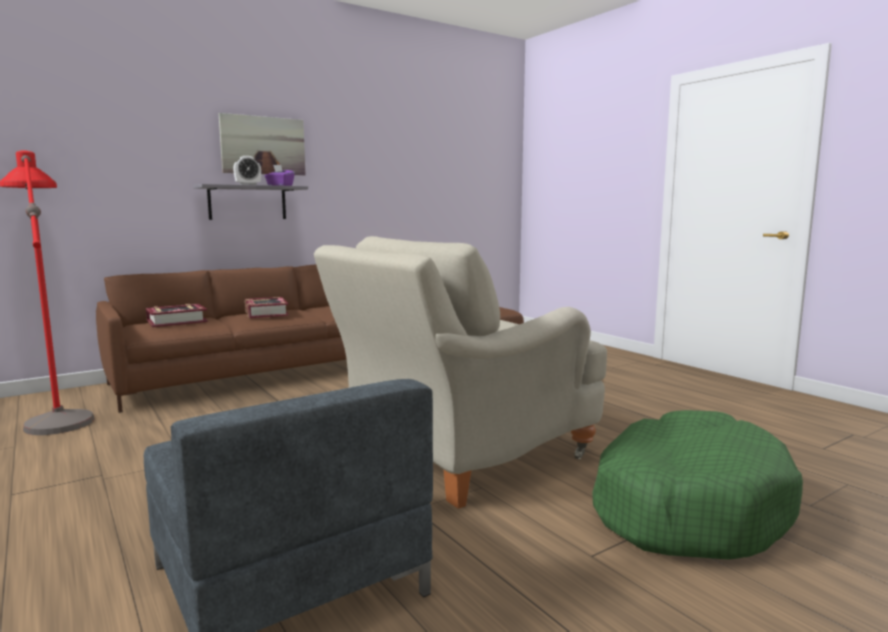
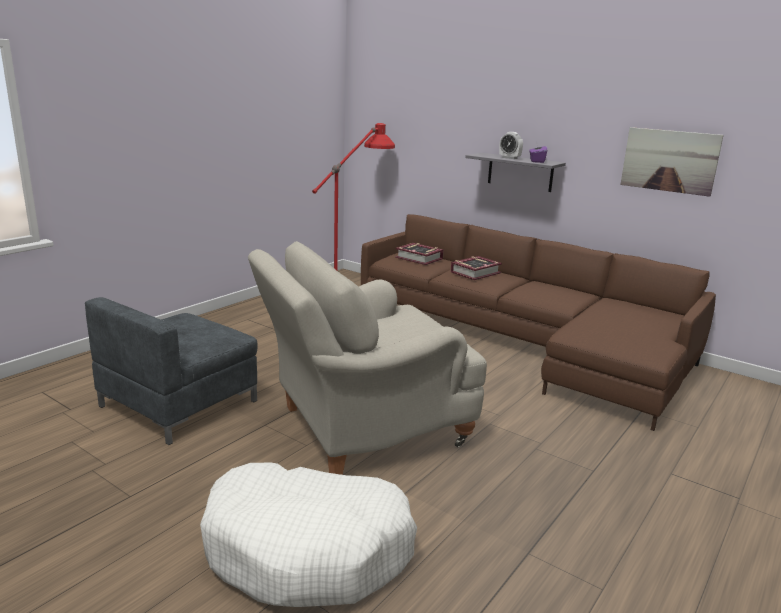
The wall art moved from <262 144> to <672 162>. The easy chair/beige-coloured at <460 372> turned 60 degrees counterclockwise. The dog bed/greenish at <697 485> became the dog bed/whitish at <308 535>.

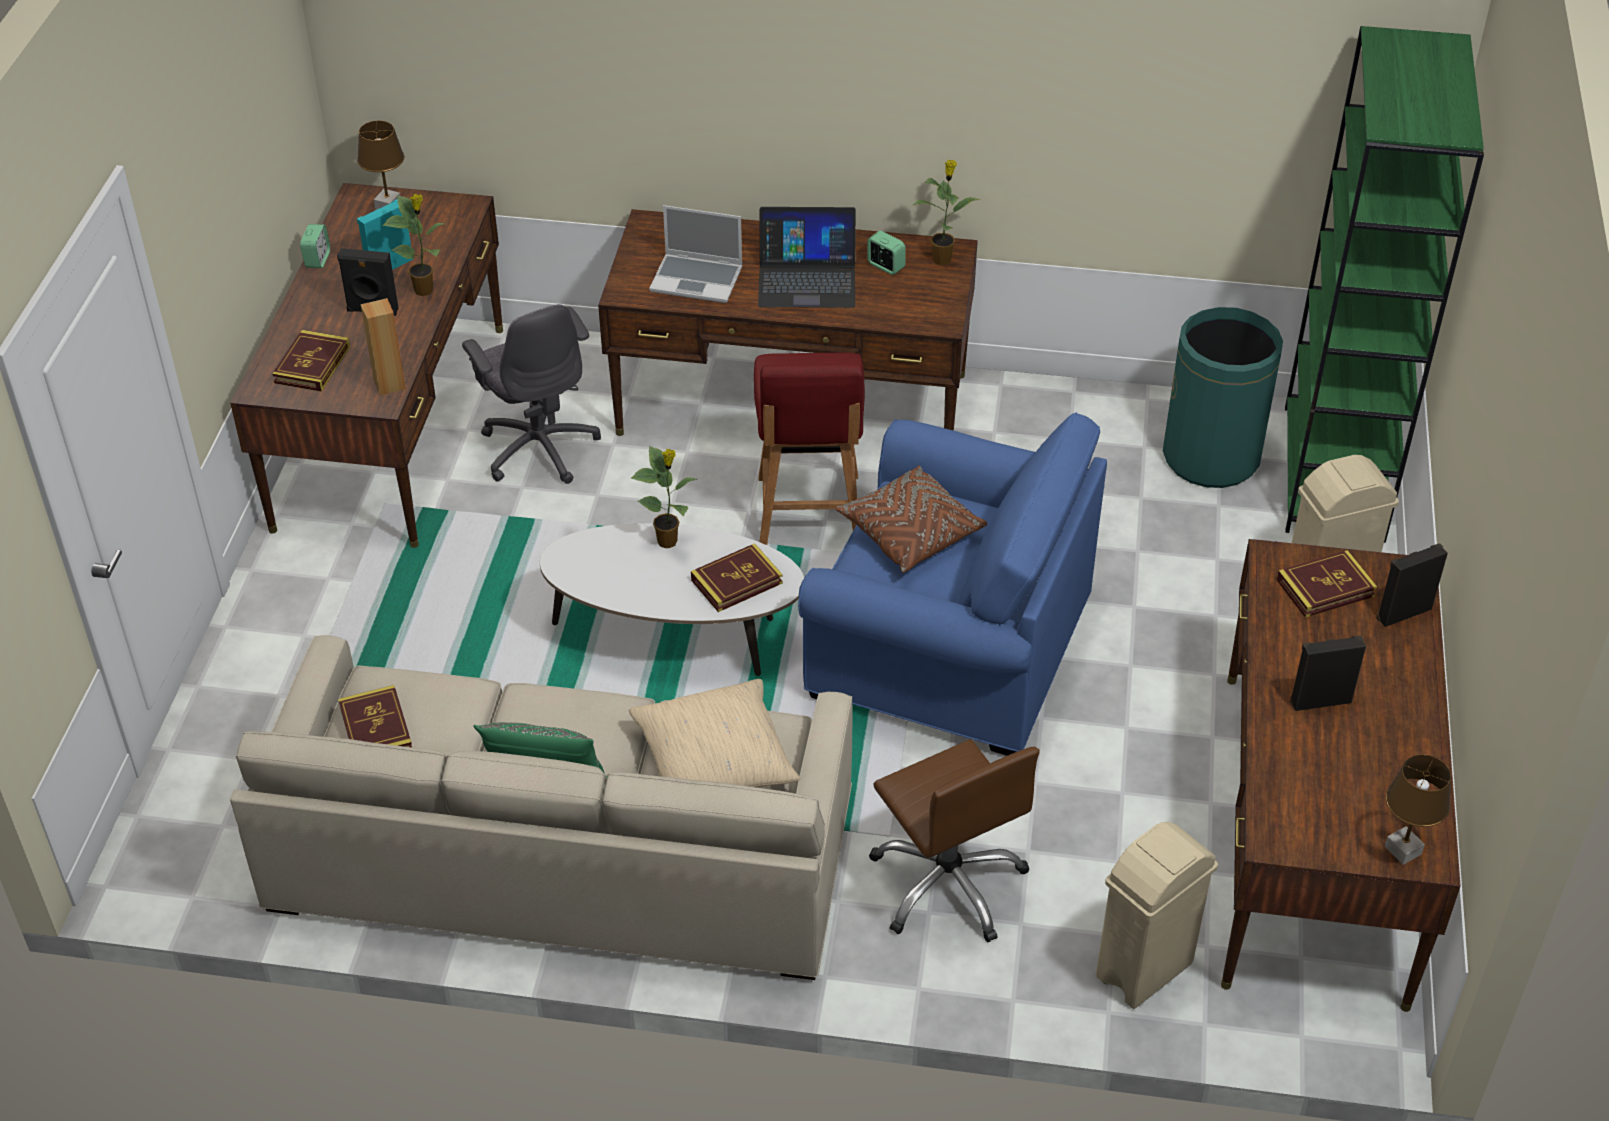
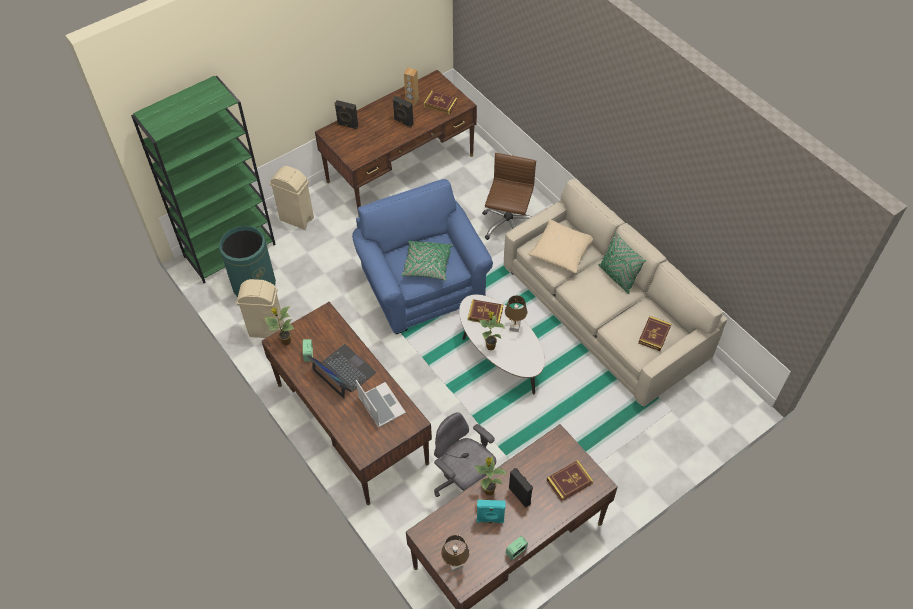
The loudspeaker/brown-coloured moved from <383 346> to <411 86>. The computer chair/greyish at <531 394> turned 60 degrees counterclockwise. The plain chair/red at <809 448> disappeared. The throw pillow/brown-coloured at <911 519> became the throw pillow/greenish at <427 261>. The book moved from <1327 584> to <441 102>. The lamp for a table/brown-coloured moved from <1418 809> to <516 313>. The waste bin/beige-coloured moved from <1157 915> to <260 308>.

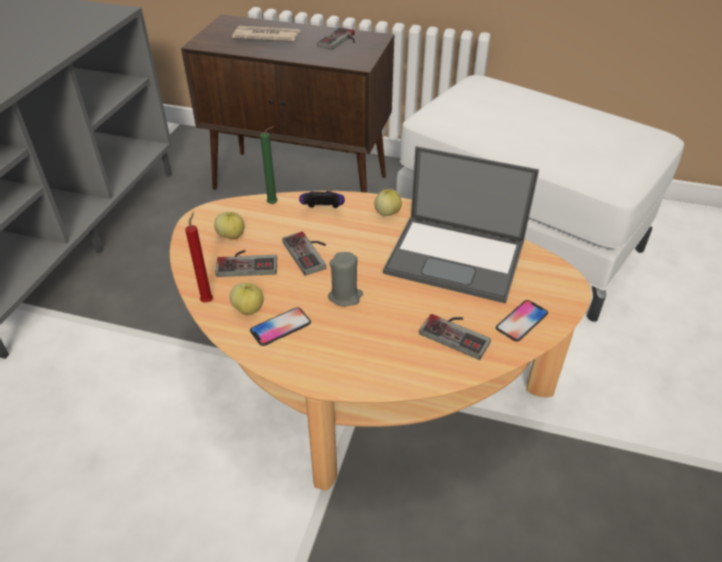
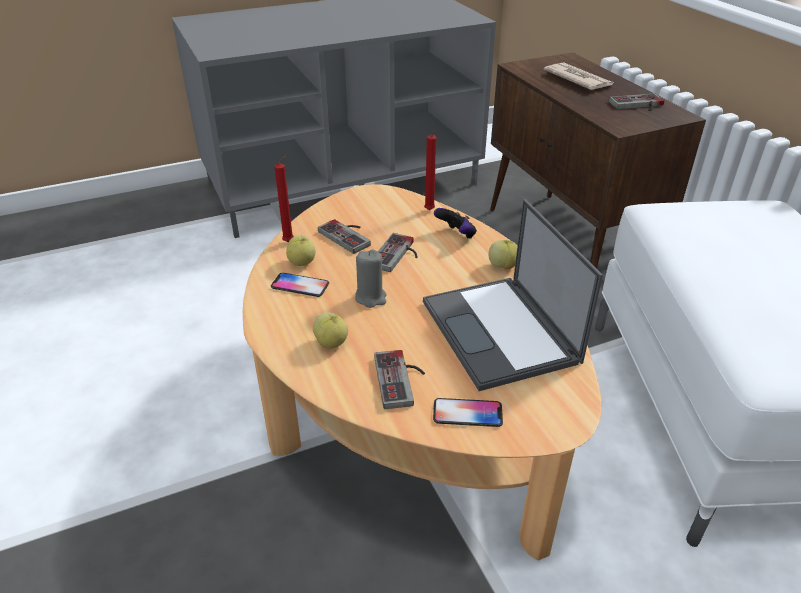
The wax light/greenish at <269 165> became the wax light/red at <431 170>. The whole apple moved from <229 226> to <330 330>.

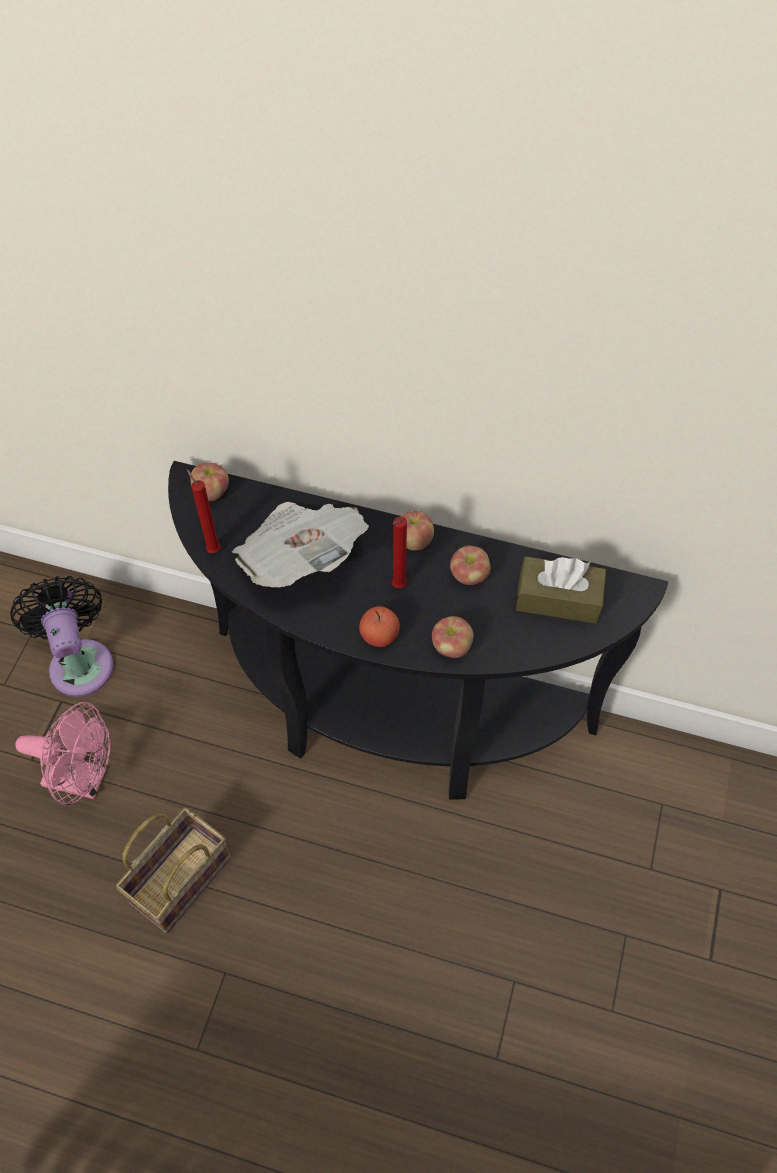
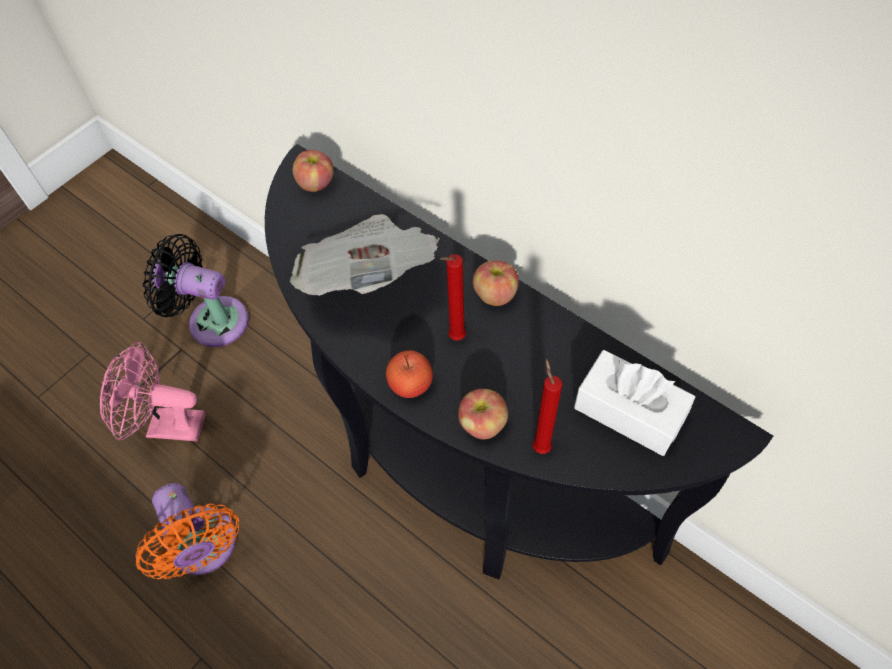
The wax light/red moved from <204 511> to <547 406>. The whole apple at <470 565> disappeared. The box of tissues/brown-coloured at <561 590> became the box of tissues/whitish at <634 403>. The electric fan/blackish at <62 636> turned 75 degrees counterclockwise. The electric fan/pinkish at <63 753> turned 150 degrees clockwise. The household basket at <173 870> was replaced by the electric fan/orange at <187 531>.

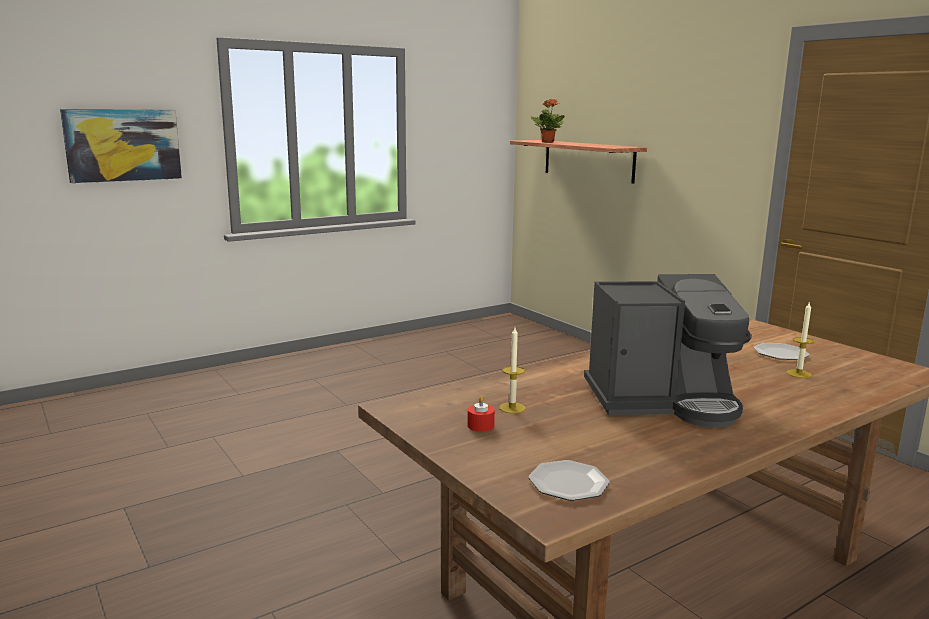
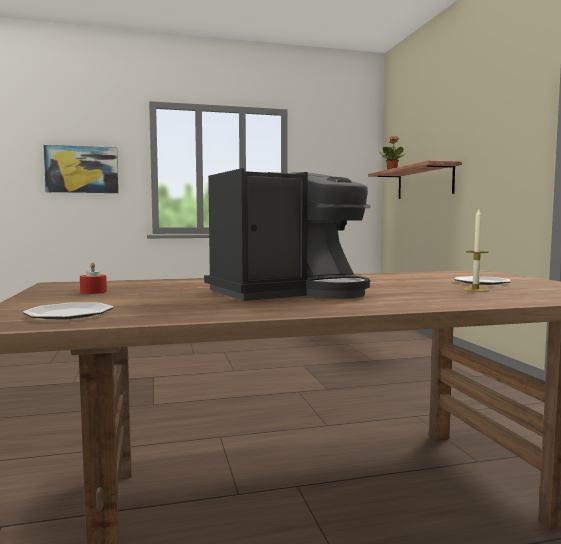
The coffee machine at <668 351> turned 45 degrees counterclockwise. The wax light at <512 370> disappeared.

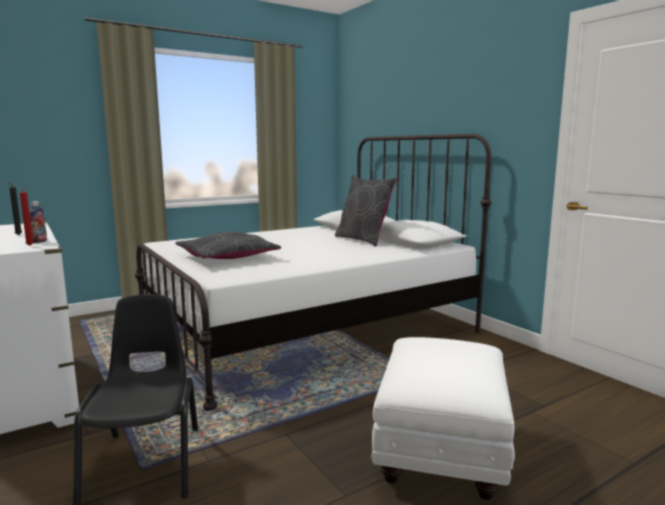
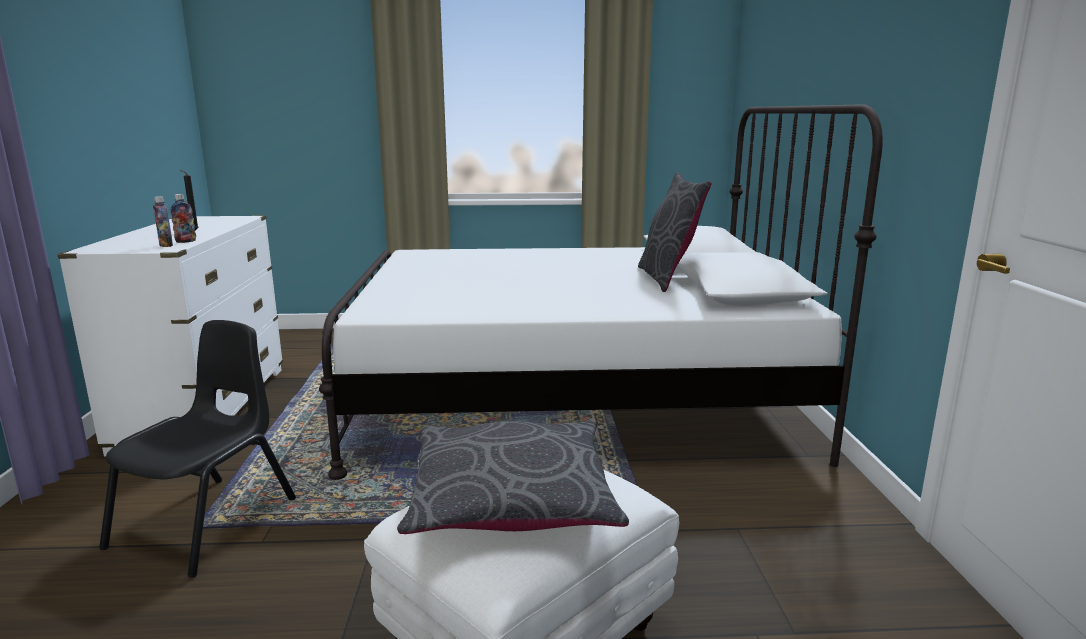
The wax light/red at <27 216> was replaced by the drink bottle at <163 221>. The throw pillow/greyish moved from <228 245> to <513 477>.

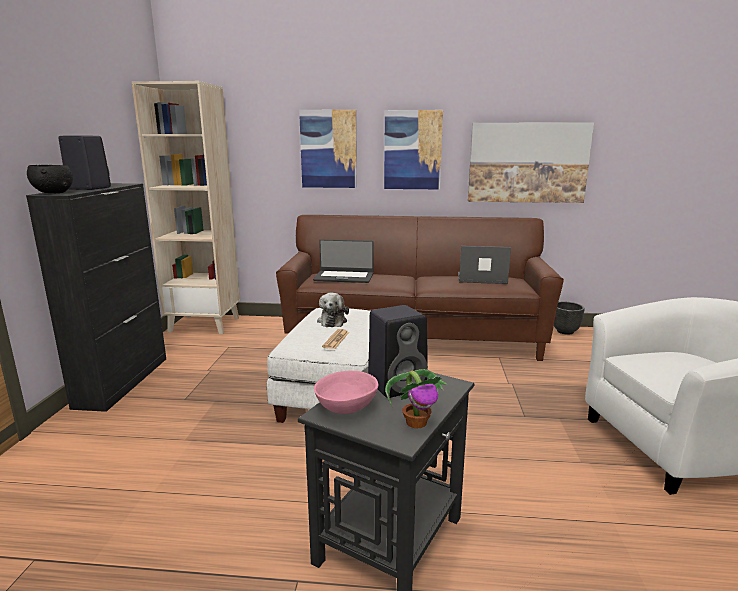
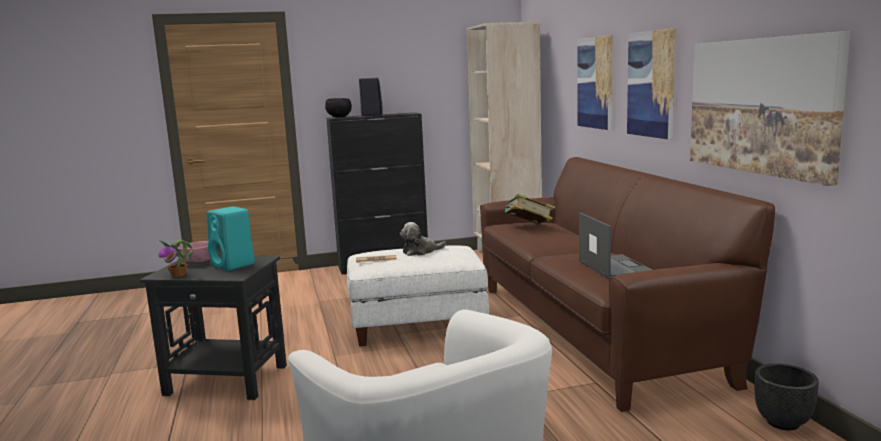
The laptop at <343 261> was replaced by the book at <528 209>. The loudspeaker/blackish at <398 351> became the loudspeaker/blue-green at <231 238>.

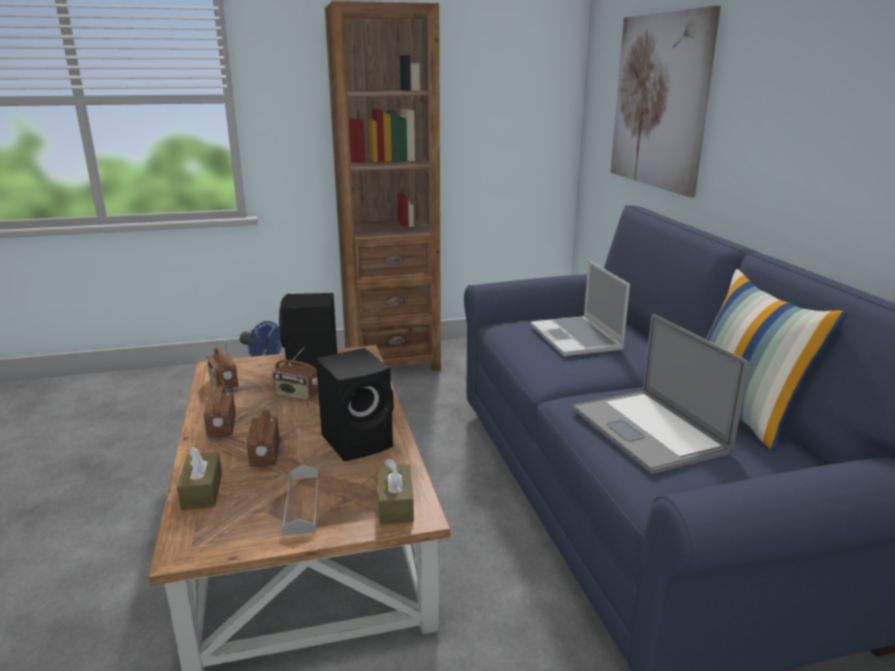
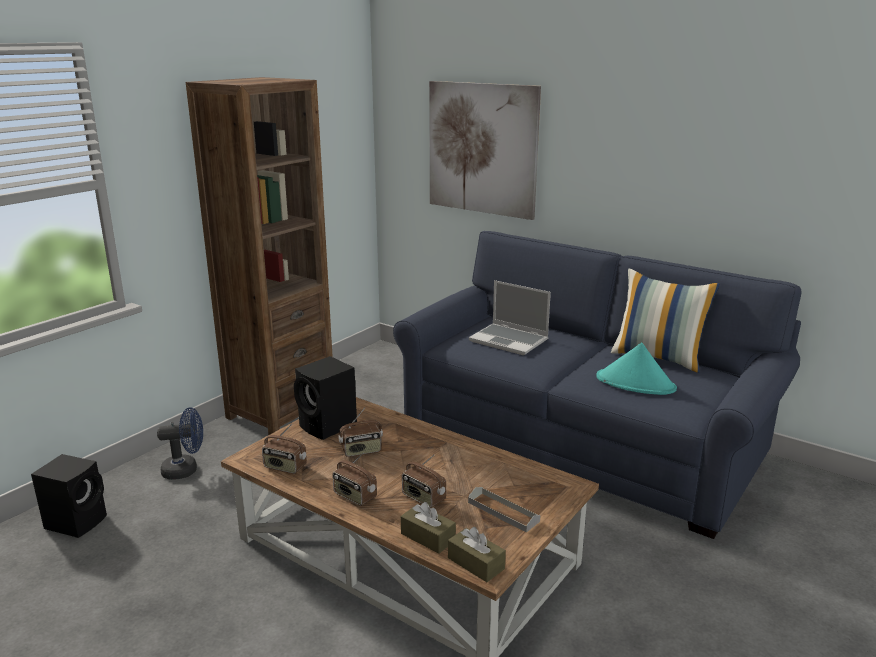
The laptop at <660 394> was replaced by the wearable hat/blue-green at <636 369>. The loudspeaker/blackish moved from <355 404> to <69 496>. The box of tissues/brown-coloured moved from <396 491> to <477 554>.

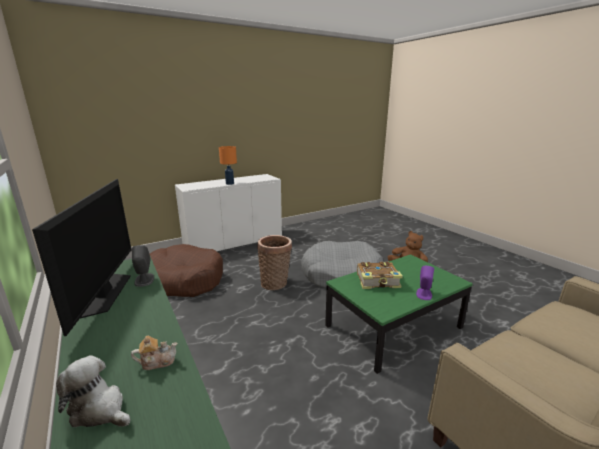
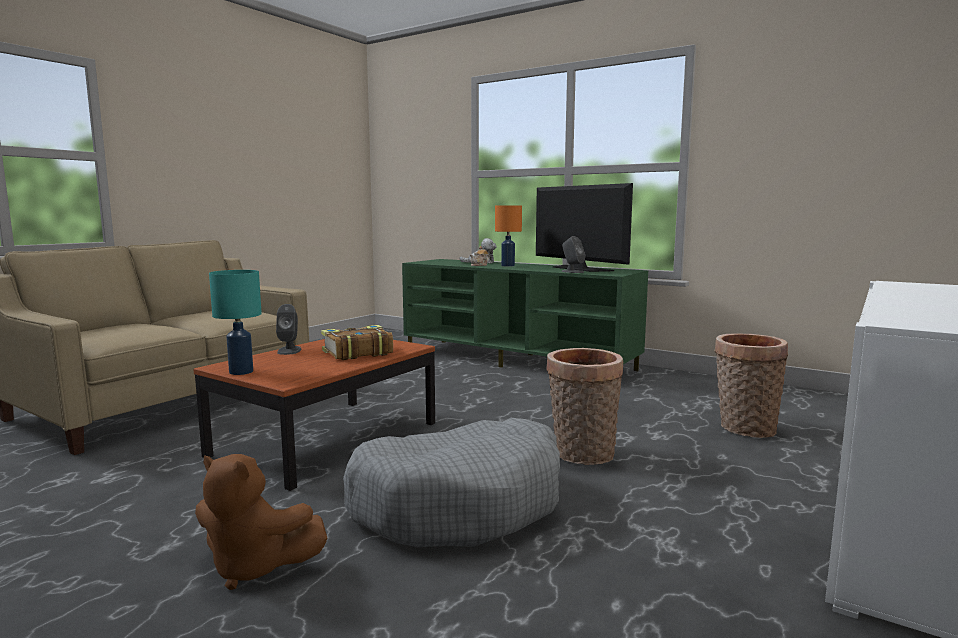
The lamp for a table/orange moved from <228 165> to <508 235>. The dog bed/brown-coloured at <186 270> was replaced by the household basket at <751 386>. The lounge table/greenish at <399 314> became the lounge table/brown-coloured at <314 415>. The loudspeaker/purplish at <425 283> became the loudspeaker/greyish at <288 329>. The lamp for a table/blue-green at <235 322> appeared.

